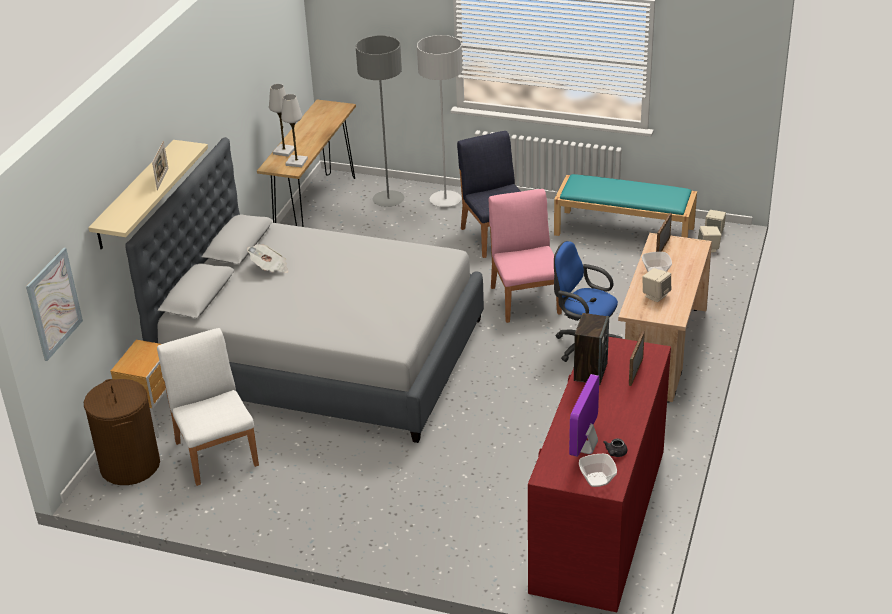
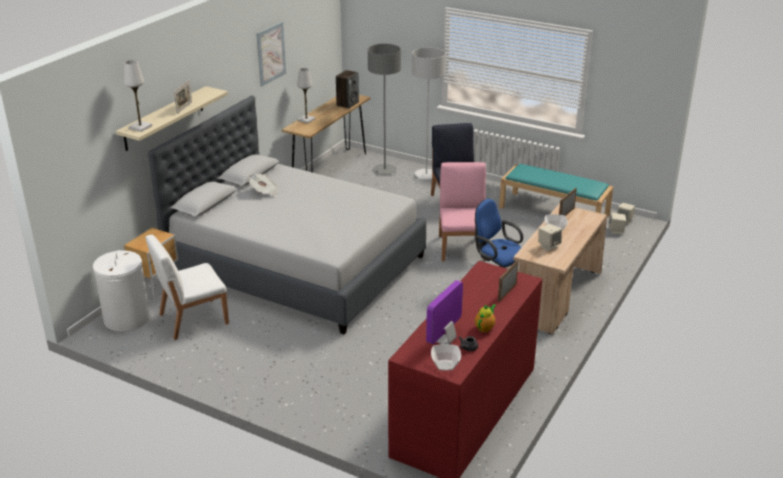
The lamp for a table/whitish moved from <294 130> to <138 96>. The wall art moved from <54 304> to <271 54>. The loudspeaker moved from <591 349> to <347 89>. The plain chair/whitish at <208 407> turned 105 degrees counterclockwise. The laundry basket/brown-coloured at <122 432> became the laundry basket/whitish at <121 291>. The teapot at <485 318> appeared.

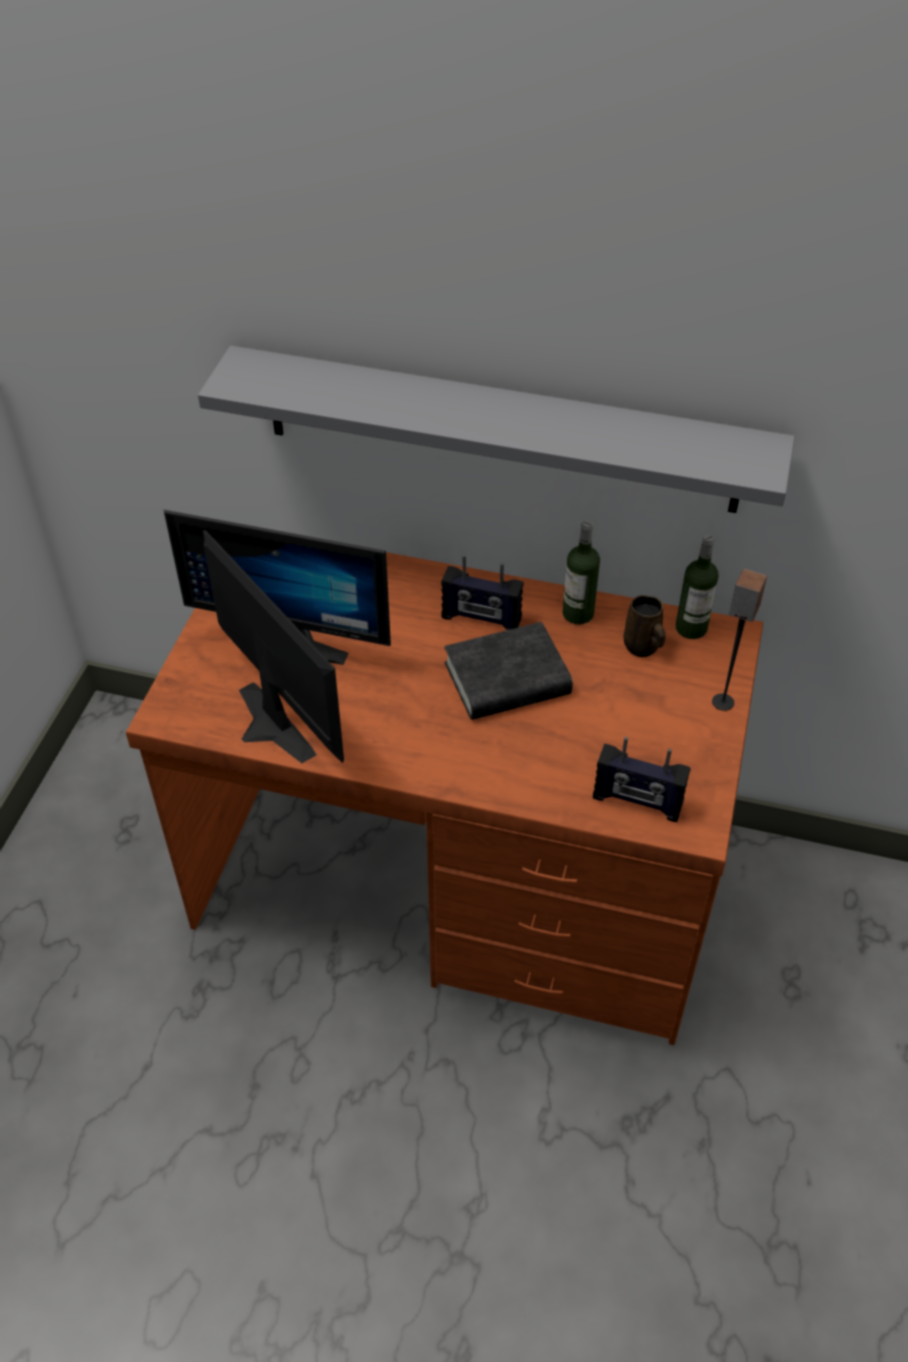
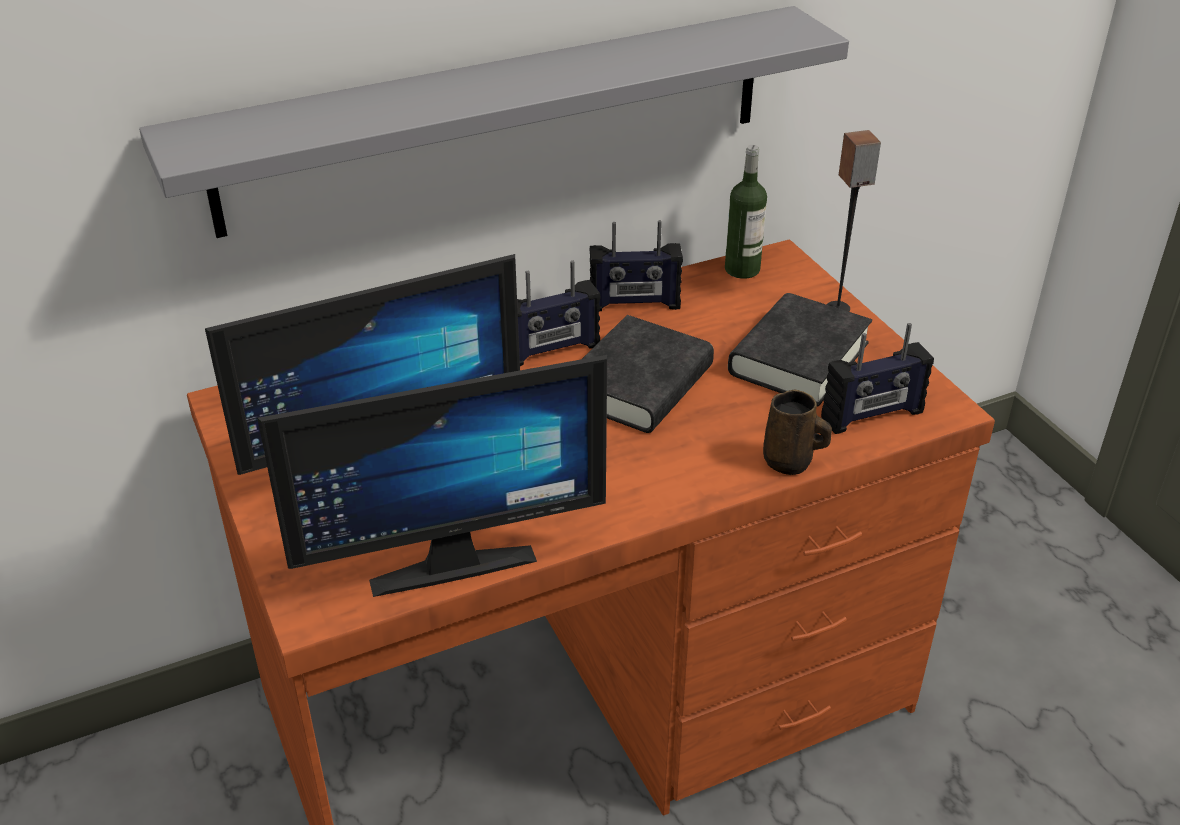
The drink bottle at <581 572> was replaced by the radio at <636 266>. The computer display at <273 646> turned 150 degrees clockwise. The tea mug/brown-coloured moved from <644 626> to <797 432>. The book/blackish at <800 349> appeared.

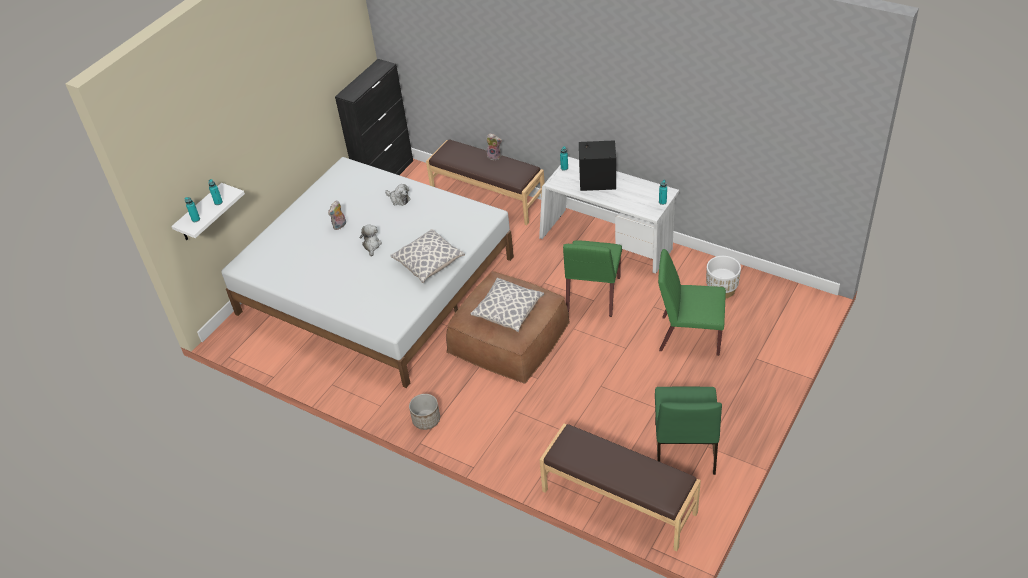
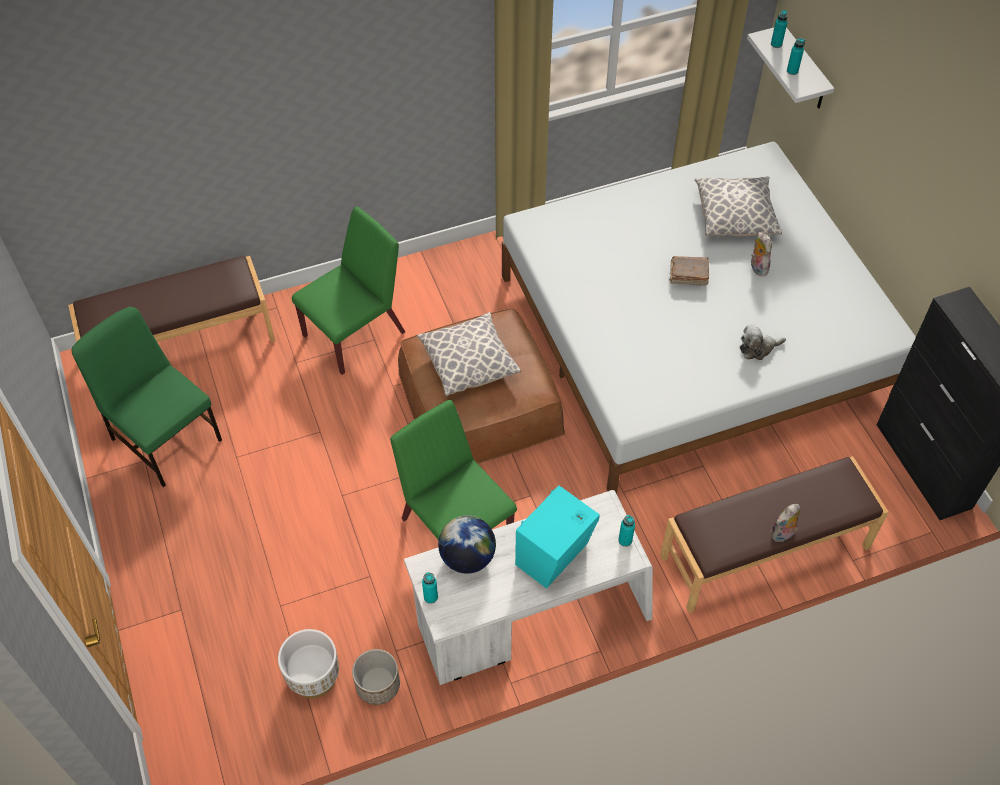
The loudspeaker/blackish at <597 165> became the loudspeaker/blue-green at <557 536>. The plush toy at <370 241> was replaced by the book/brown-coloured at <689 271>. The throw pillow moved from <427 256> to <738 206>. The plain chair/greenish moved from <692 302> to <348 291>. The flower pot moved from <424 412> to <376 677>. The world globe at <467 545> appeared.

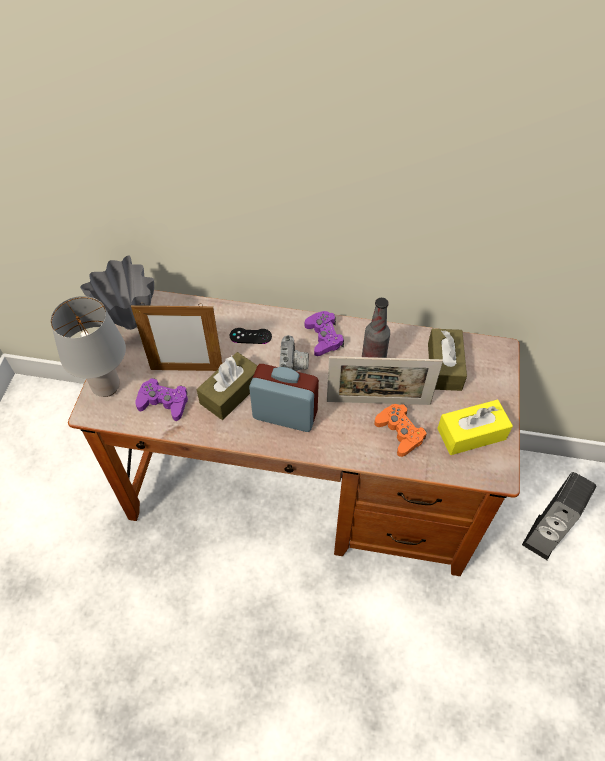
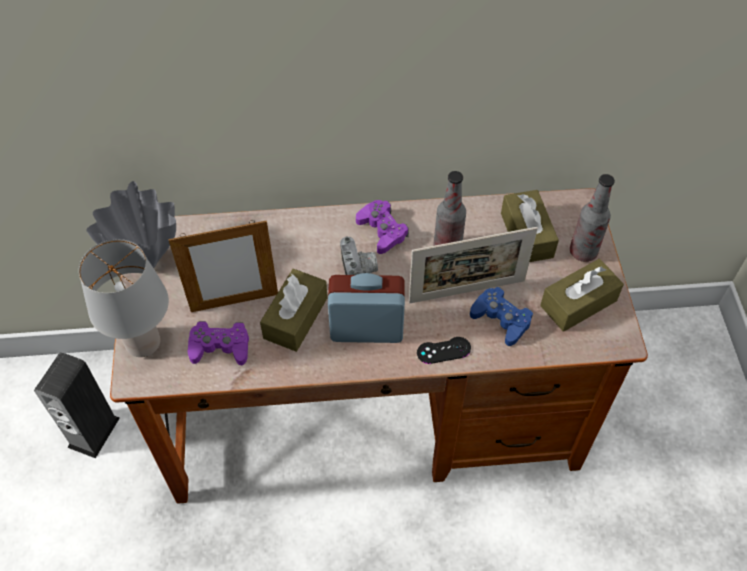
The joypad/blackish moved from <251 336> to <444 350>. The box of tissues/yellow at <475 427> became the box of tissues/brown-coloured at <582 295>. The joypad/orange at <400 430> became the joypad/bluish at <501 316>. The loudspeaker moved from <559 516> to <77 405>. The drink bottle at <592 218> appeared.

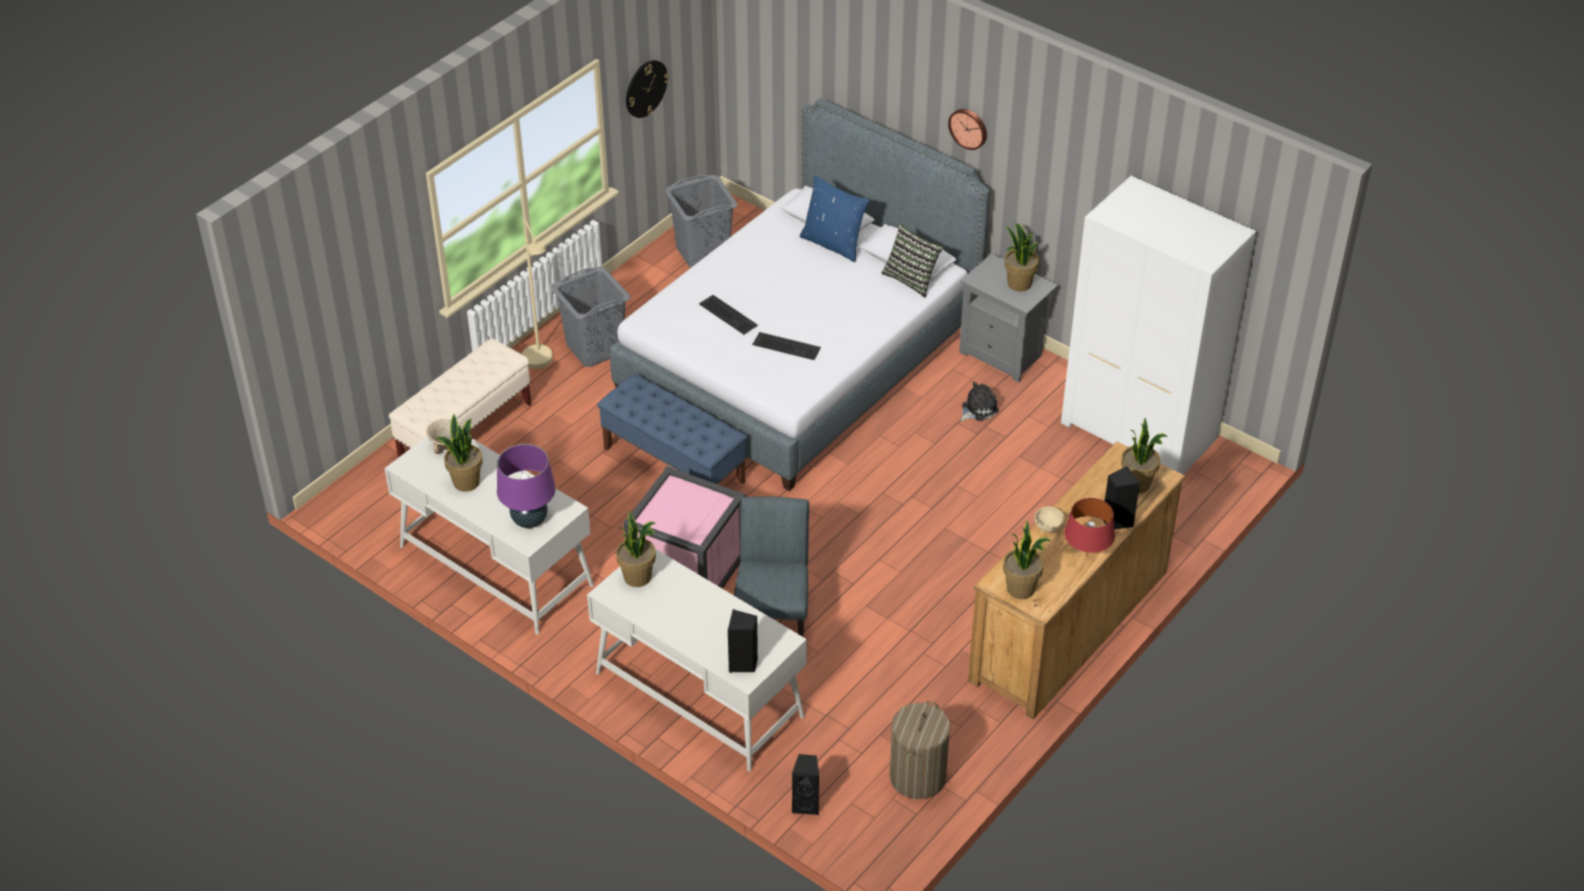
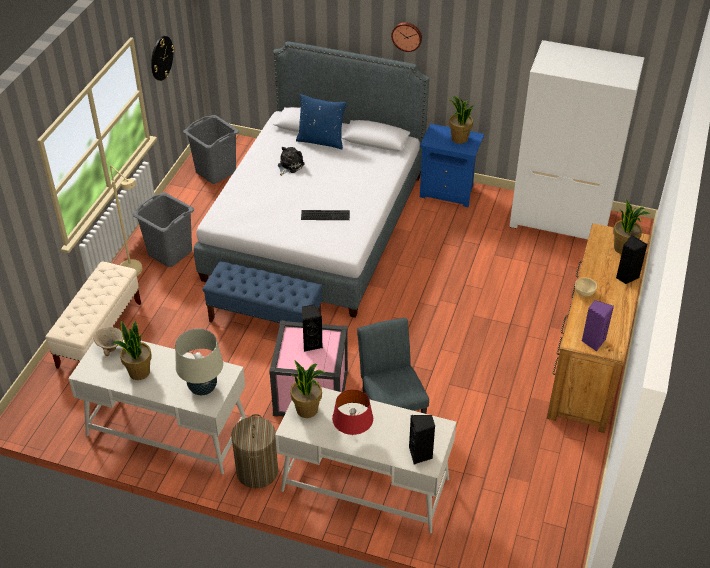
The throw pillow at <912 261> disappeared. The bedside table/greyish at <1008 318> became the bedside table/bluish at <452 166>. The computer keyboard at <728 315> disappeared. The plush toy moved from <979 401> to <291 161>. The lamp for a table/purplish at <526 486> became the lamp for a table/beige-coloured at <199 362>. The lamp for a table/red moved from <1089 527> to <352 412>. The potted plant at <1026 559> was replaced by the loudspeaker/purplish at <598 326>. The laundry basket moved from <920 750> to <254 451>. The loudspeaker/blackish moved from <805 784> to <312 328>.

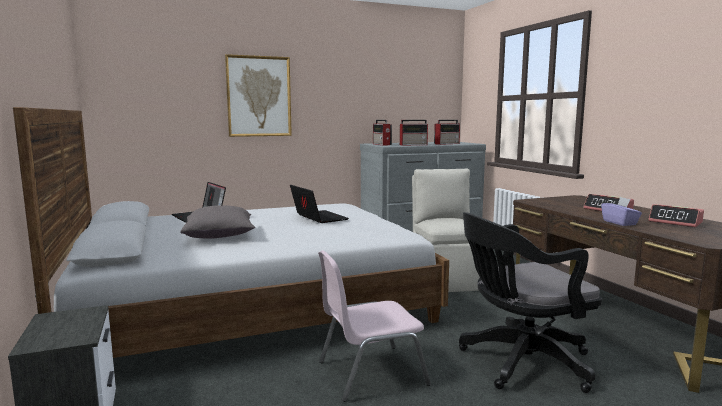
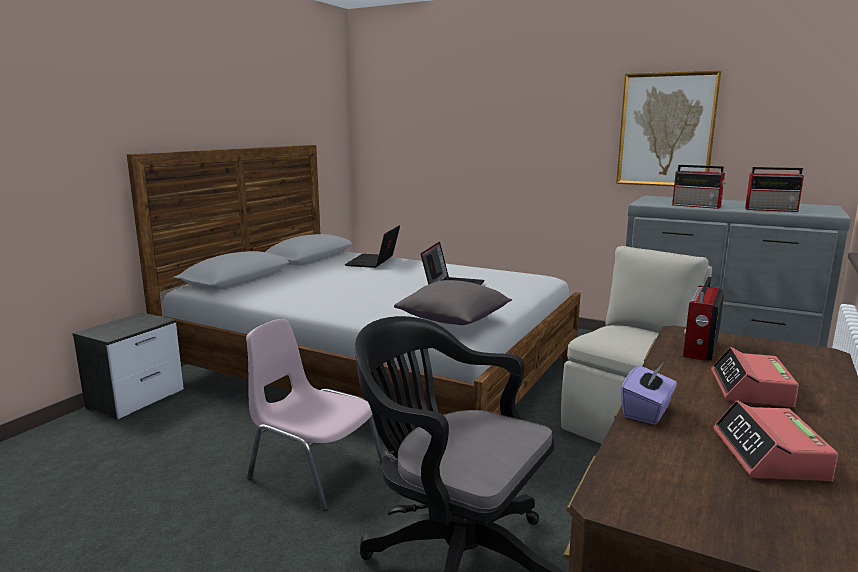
The wall art moved from <258 95> to <668 128>. The radio moved from <382 132> to <704 319>. The throw pillow/greyish moved from <217 222> to <453 302>.

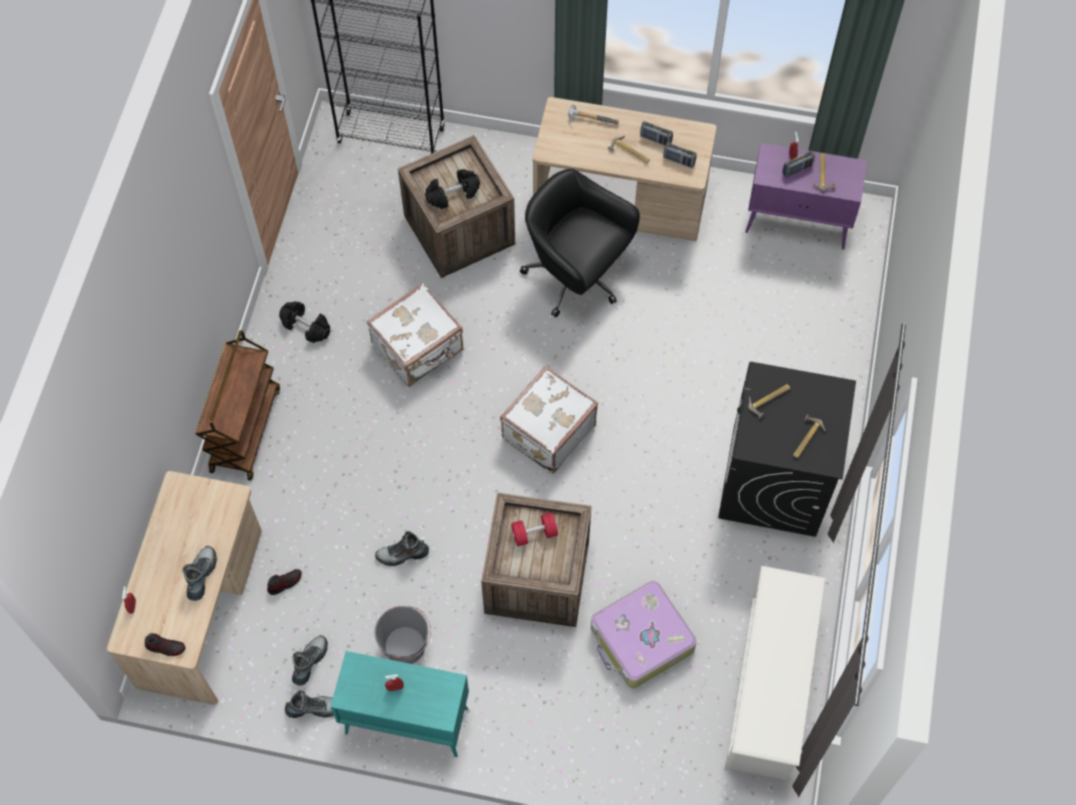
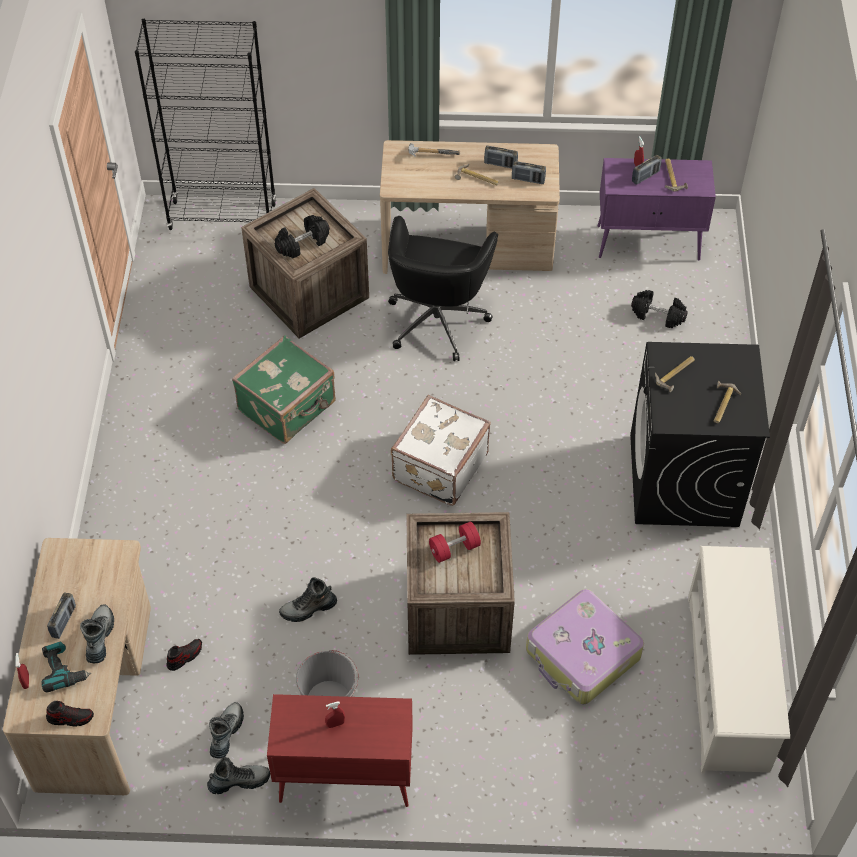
The computer chair/blackish at <580 243> turned 105 degrees counterclockwise. The suitcase/whitish at <415 335> became the suitcase/greenish at <284 389>. The dumbbell/blackish moved from <304 322> to <659 309>. The cart/brown-coloured at <237 405> disappeared. The storage cabinet/blue-green at <400 704> became the storage cabinet/red at <340 750>. The radio at <61 616> appeared. The power drill at <66 667> appeared.

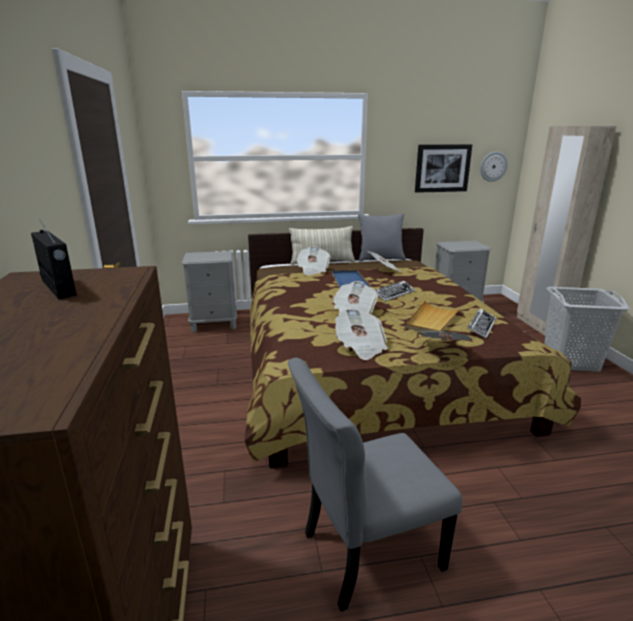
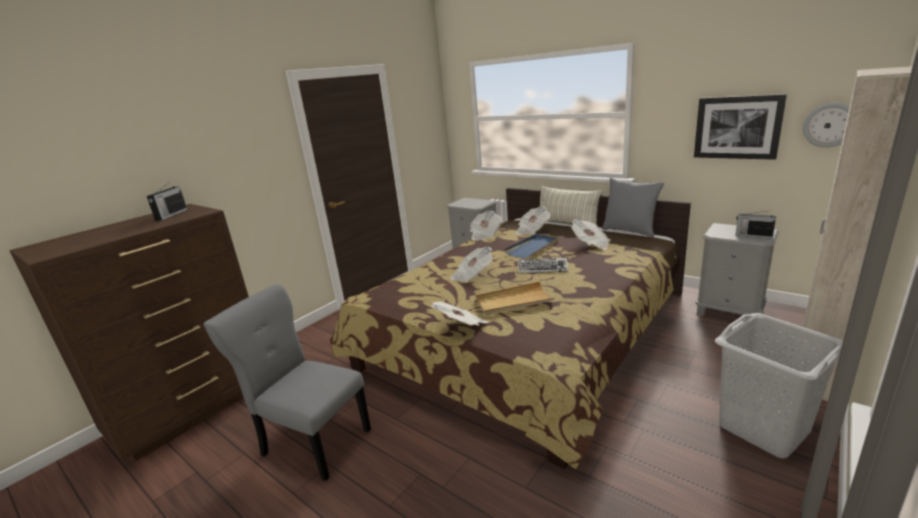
The newspaper moved from <361 334> to <486 226>. The computer keyboard at <481 323> disappeared. The radio at <756 224> appeared.

